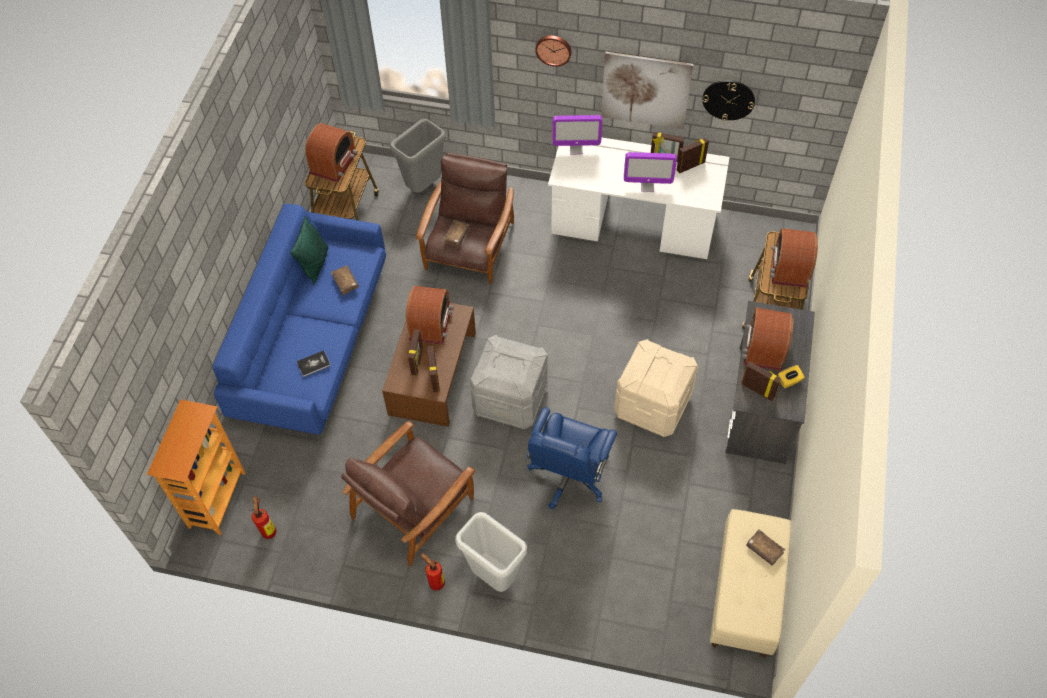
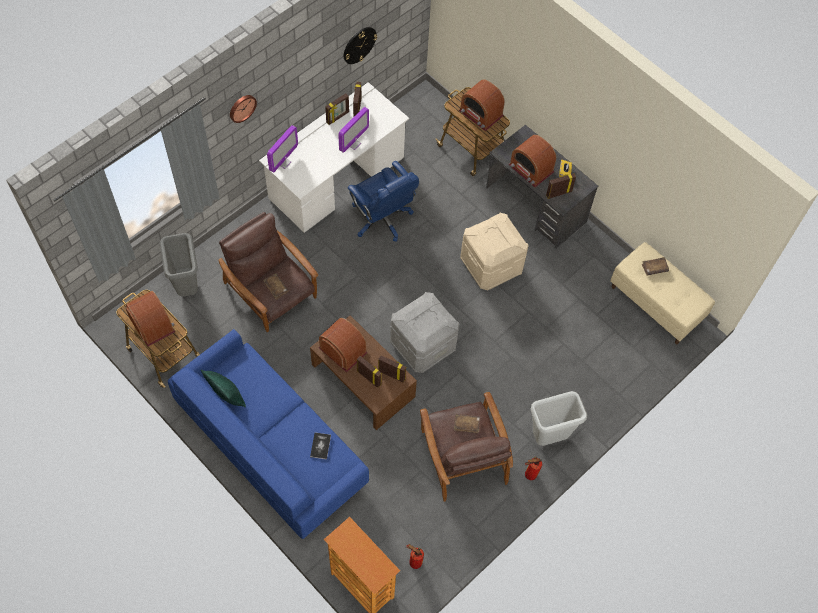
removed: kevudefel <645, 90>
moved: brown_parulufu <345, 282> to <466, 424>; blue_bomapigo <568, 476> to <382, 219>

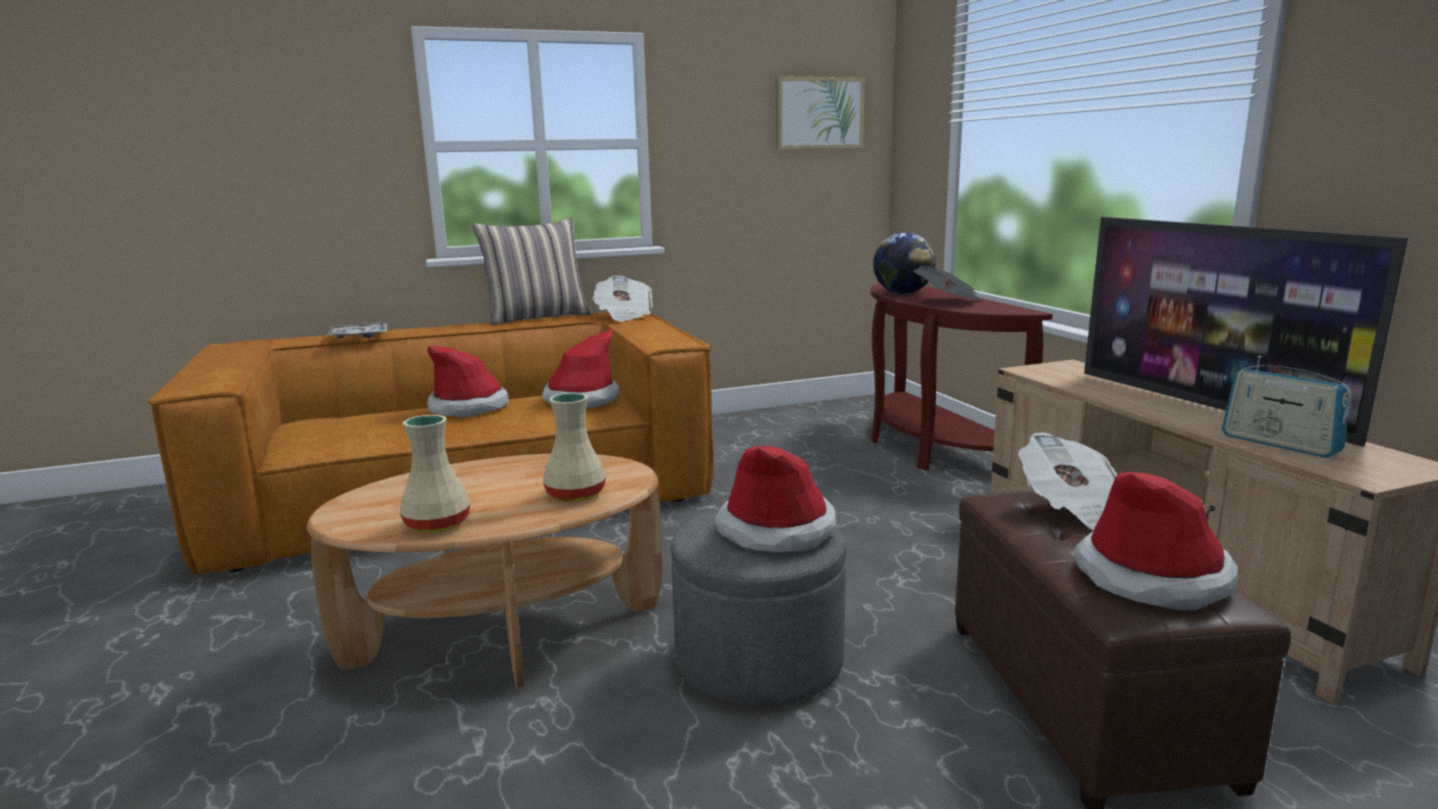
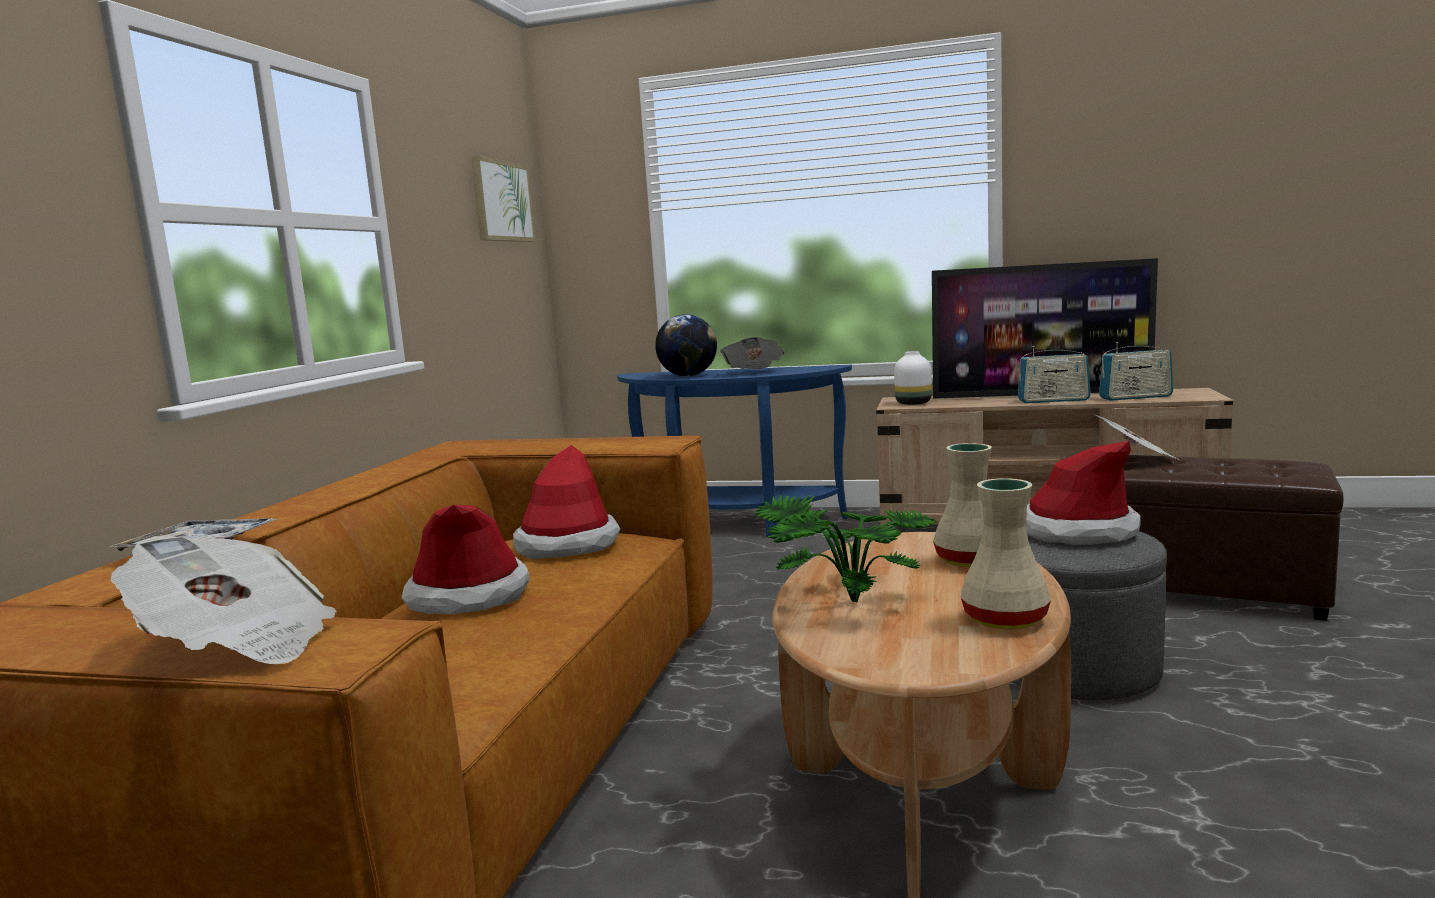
removed: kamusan <537, 317>; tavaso <1151, 577>
added: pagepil <843, 601>; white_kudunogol <913, 403>; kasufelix <1053, 400>
moved: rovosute <624, 316> to <238, 644>
recoloured: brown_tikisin <929, 449> to blue_tikisin <734, 525>

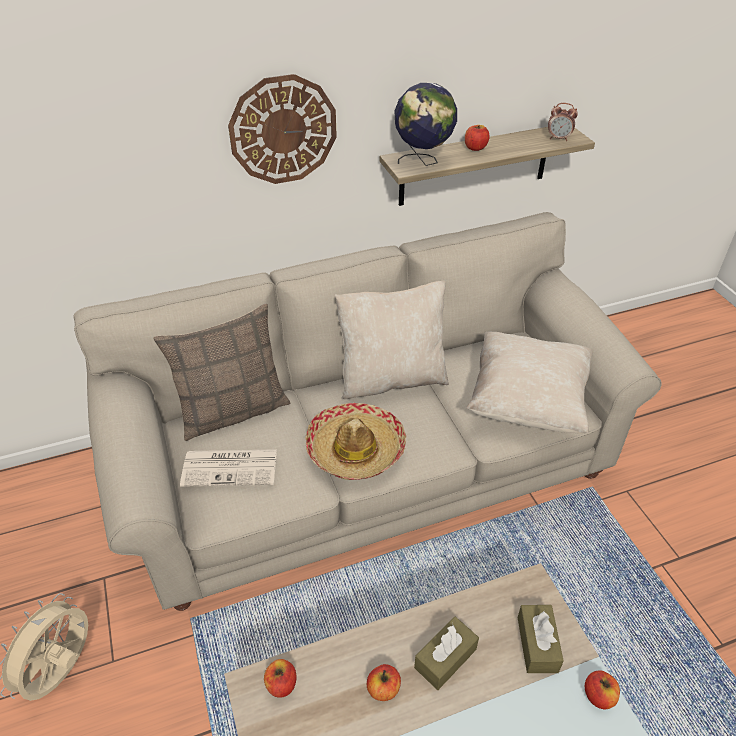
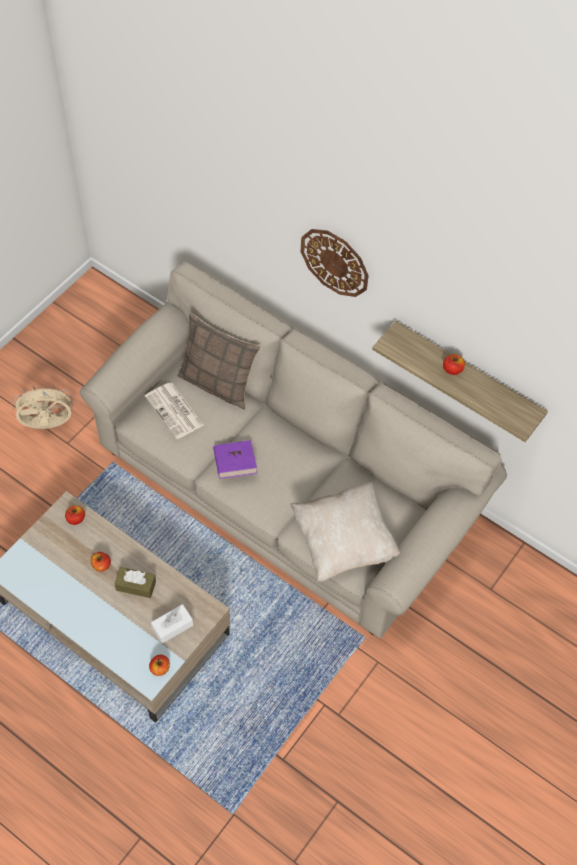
removed: beige_kamusan <391, 378>; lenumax <423, 161>; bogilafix <558, 138>
replaced: tavaso <355, 449> to purple_parulufu <235, 466>
recoloured: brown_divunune <537, 644> to white_divunune <172, 627>

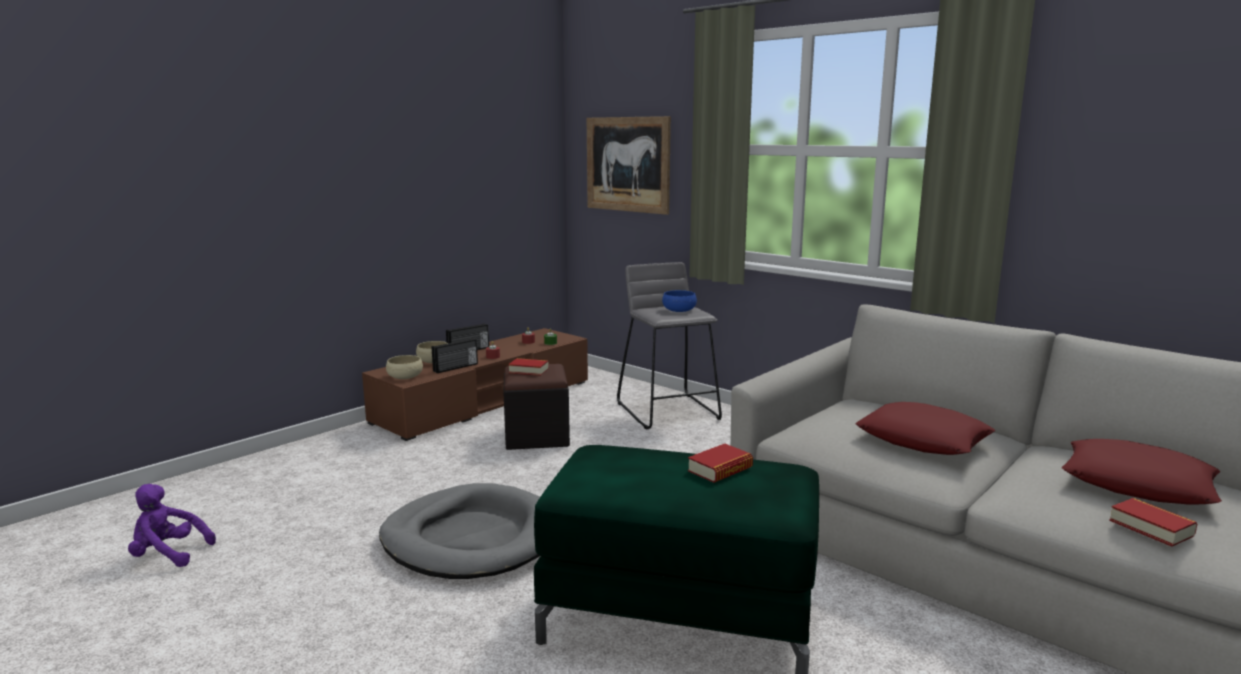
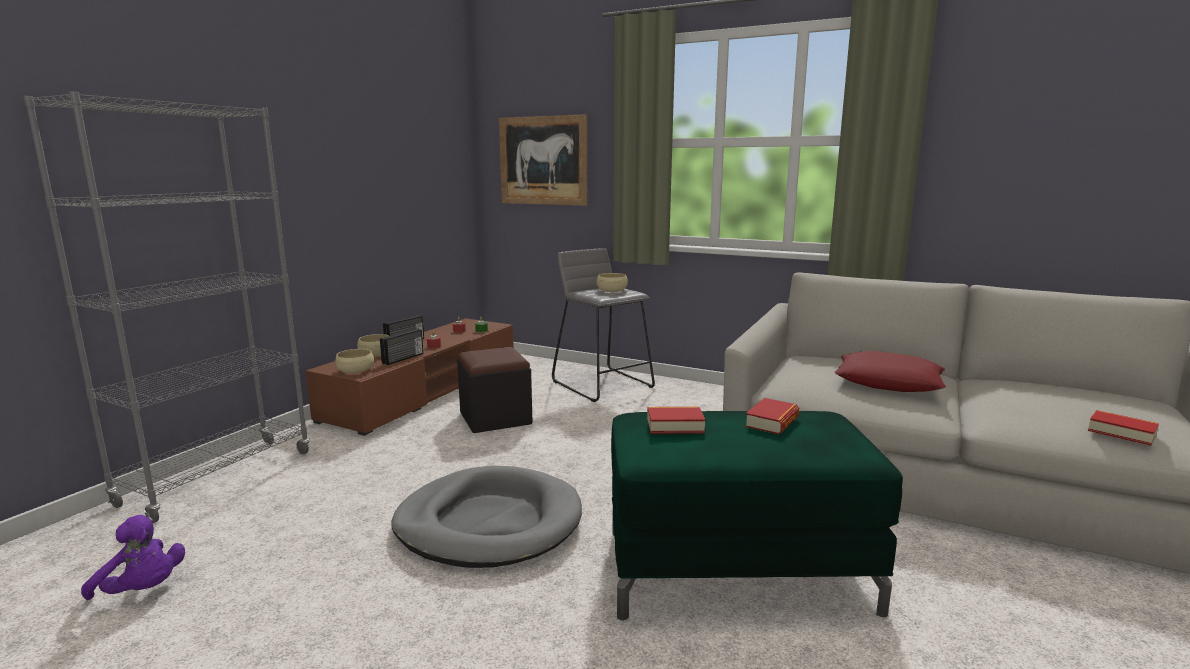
removed: red_kamusan <1137, 483>
added: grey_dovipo <218, 478>
moved: parulufu <529, 371> to <675, 426>
recoloured: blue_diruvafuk <679, 310> to beige_diruvafuk <612, 290>
turned: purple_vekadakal <168, 555> = <142, 591> 150 degrees counterclockwise

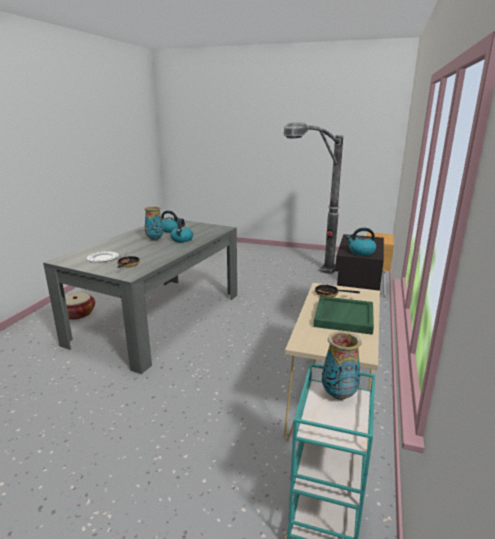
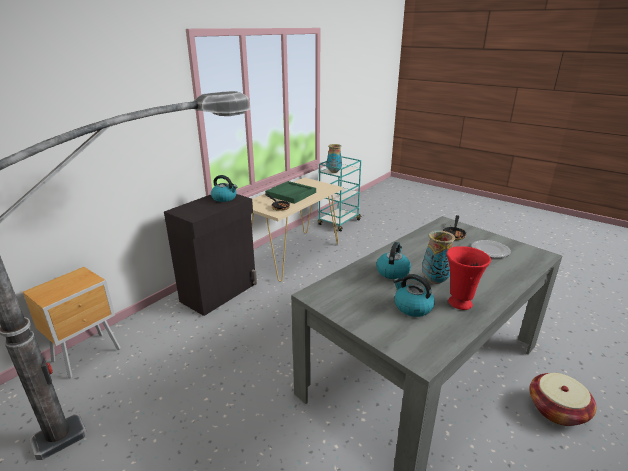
added: red_kudunogol <459, 303>

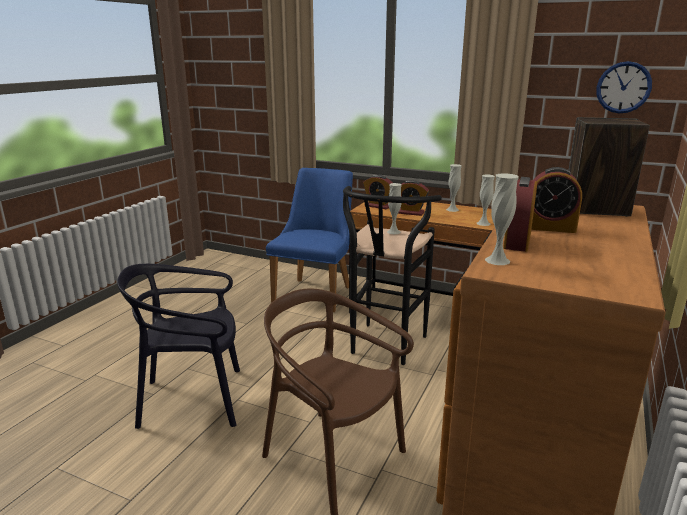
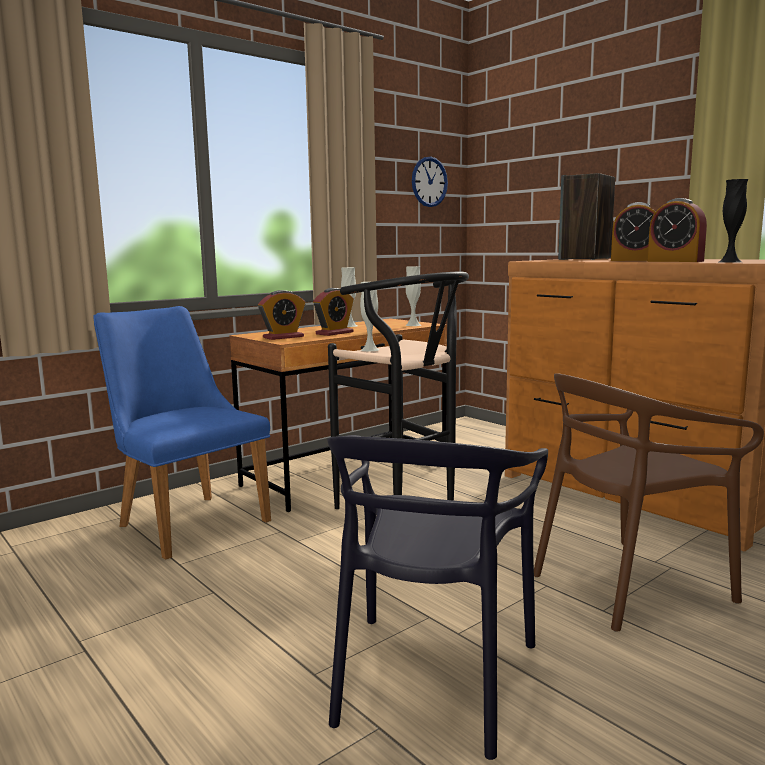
recoloured: white_kudunogol <497, 260> to black_kudunogol <730, 262>
turned: bogilafix <549, 228> = <635, 260> 75 degrees clockwise

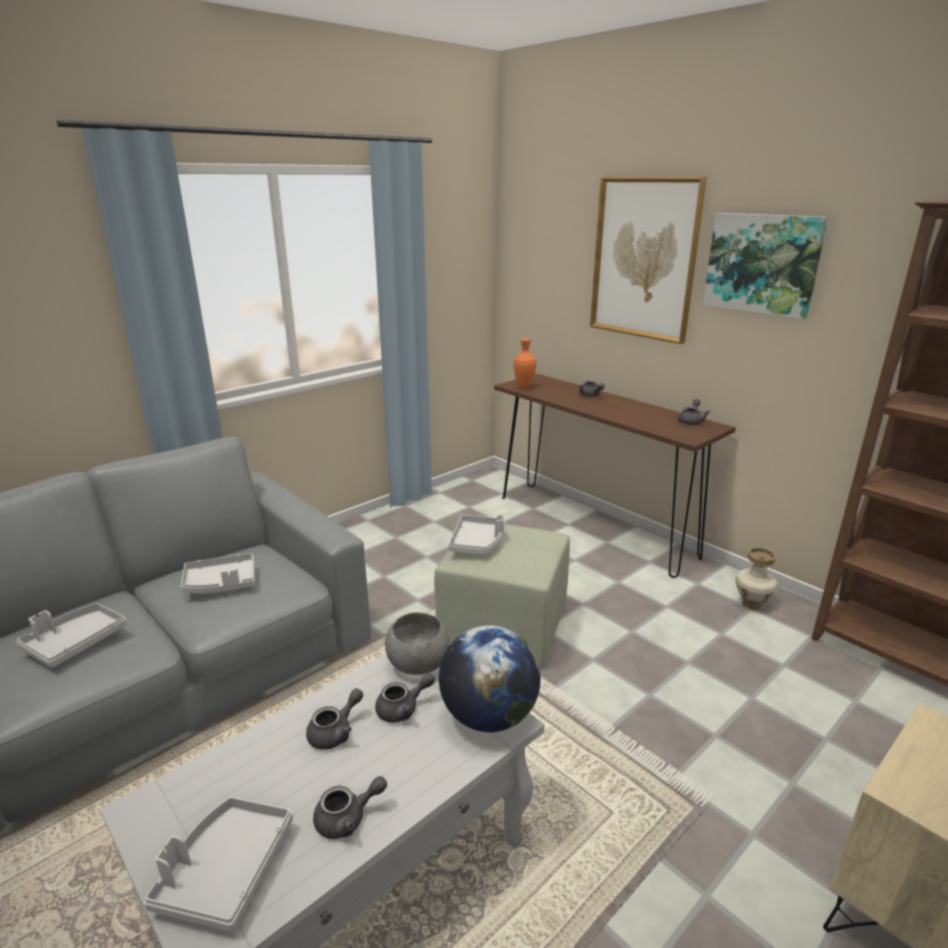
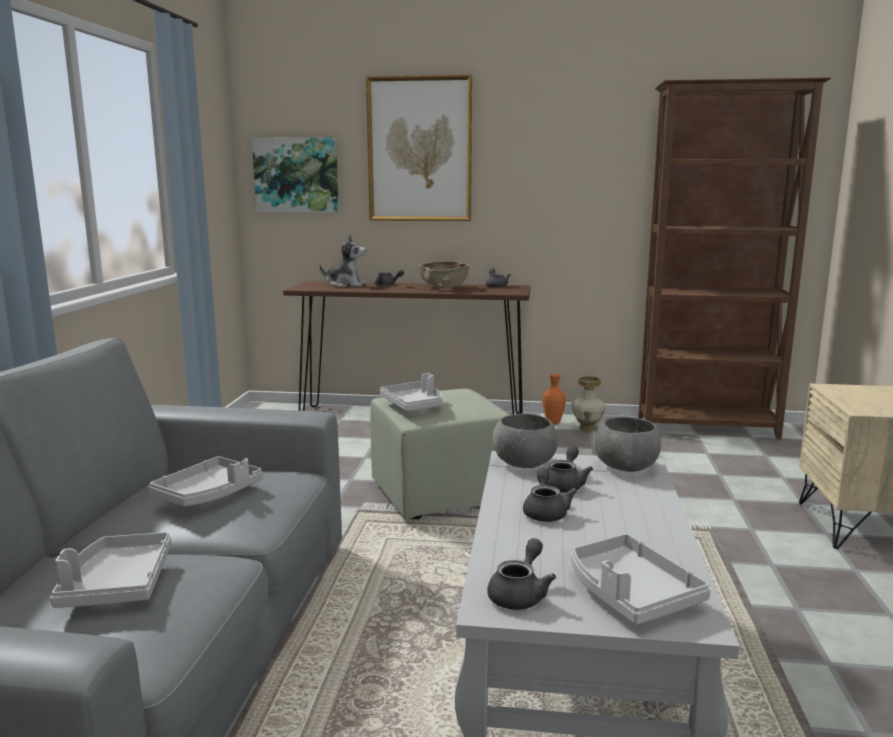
added: vekadakal <345, 285>; brown_diruvafuk <444, 287>
moved: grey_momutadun <348, 818> to <520, 594>; orange_kudunogol <524, 387> to <553, 423>; kevudefel <762, 264> to <296, 175>
replaced: lenumax <489, 716> to grey_diruvafuk <625, 467>

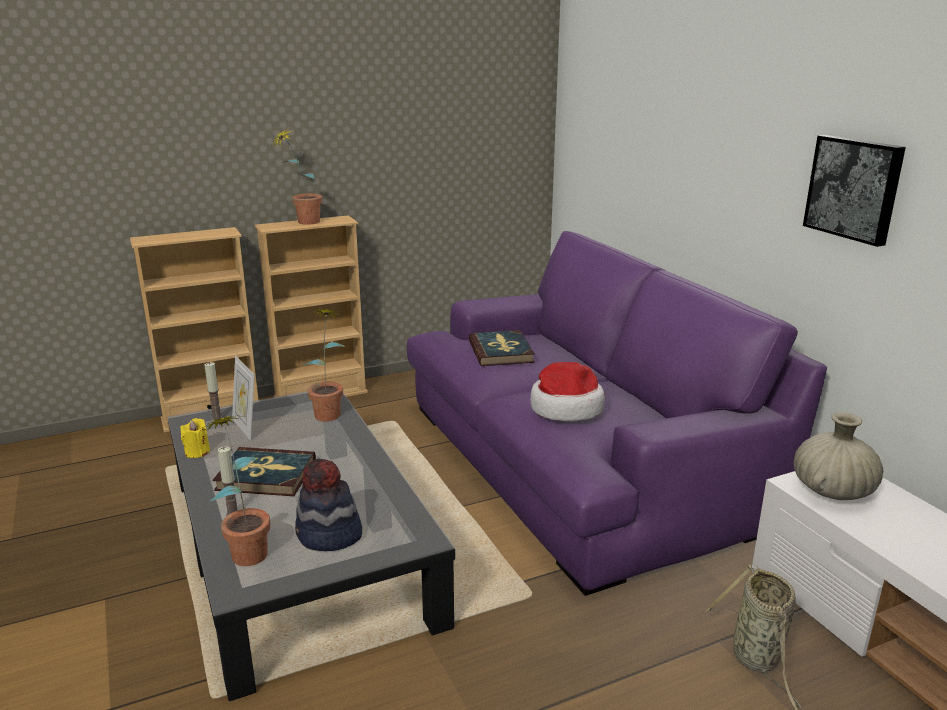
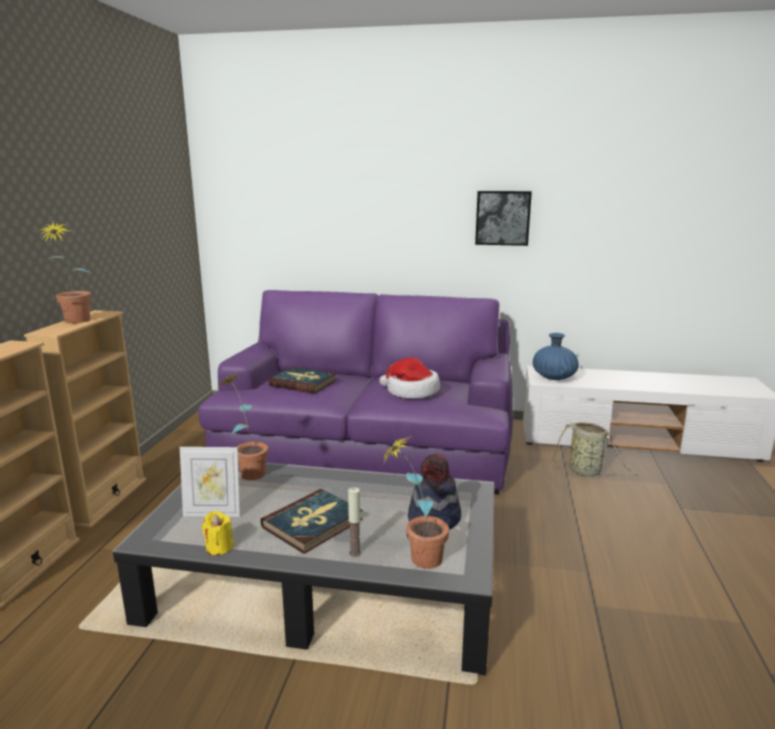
removed: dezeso <217, 418>
recoloured: beige_kudunogol <831, 491> to blue_kudunogol <554, 378>

